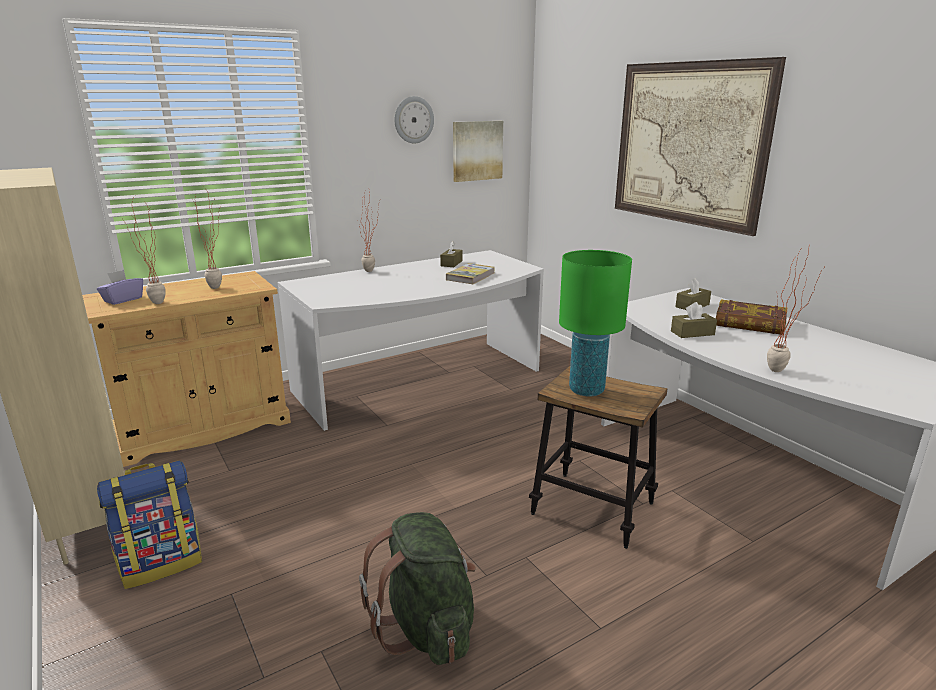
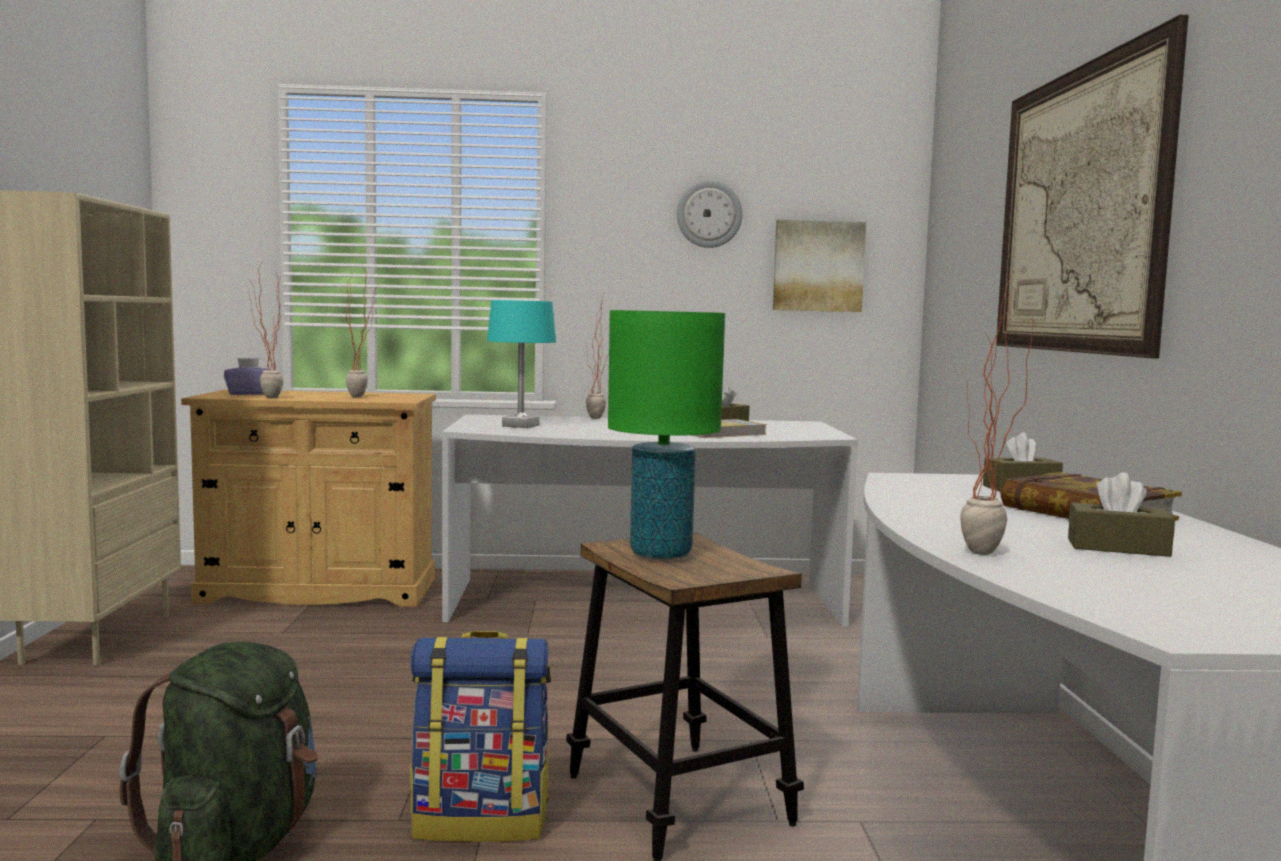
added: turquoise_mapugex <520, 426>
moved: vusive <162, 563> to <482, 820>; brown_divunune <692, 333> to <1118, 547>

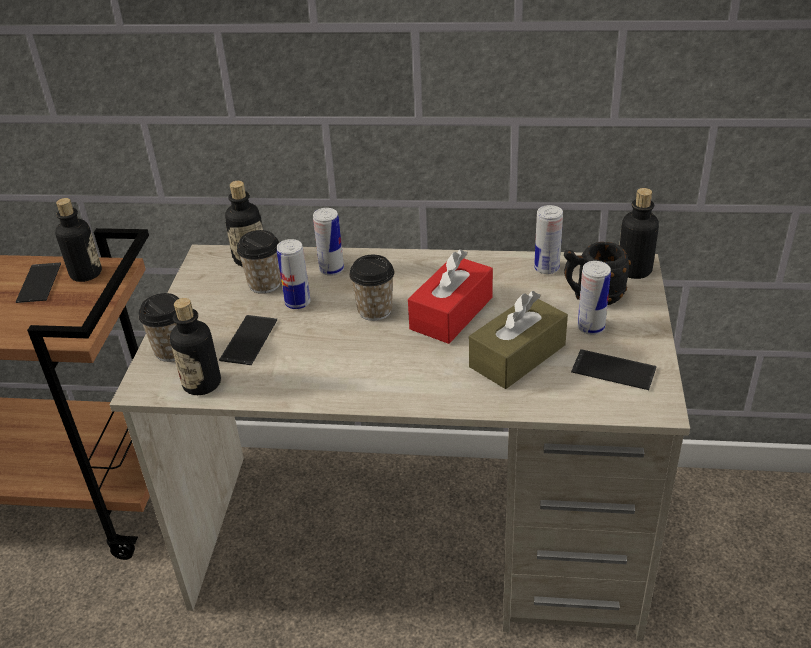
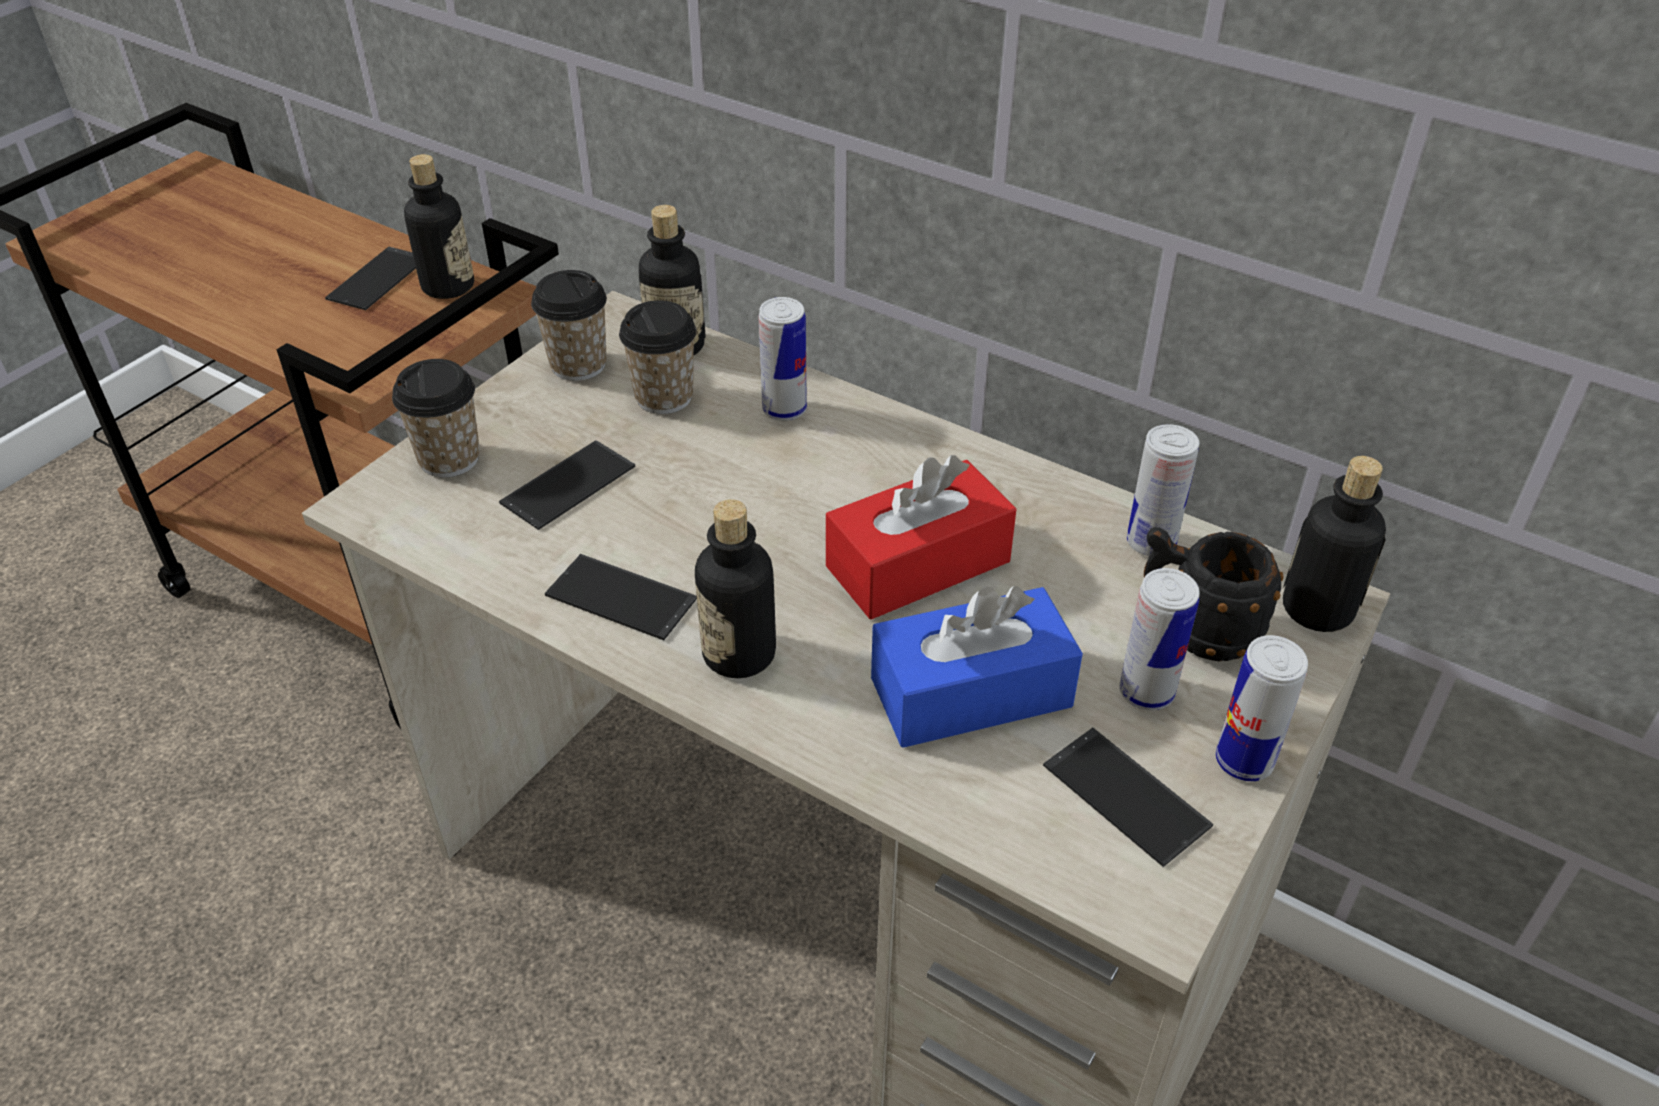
added: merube <621, 597>
moved: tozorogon <202, 383> to <739, 654>; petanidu <297, 303> to <1244, 761>; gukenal <375, 311> to <578, 365>
recoloured: brown_divunune <517, 356> to blue_divunune <971, 692>

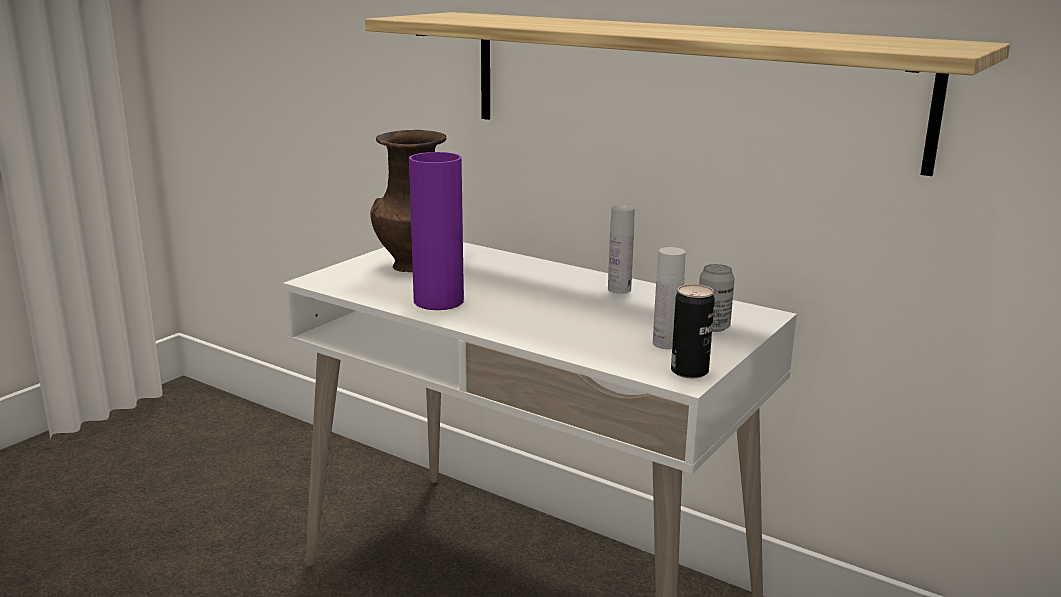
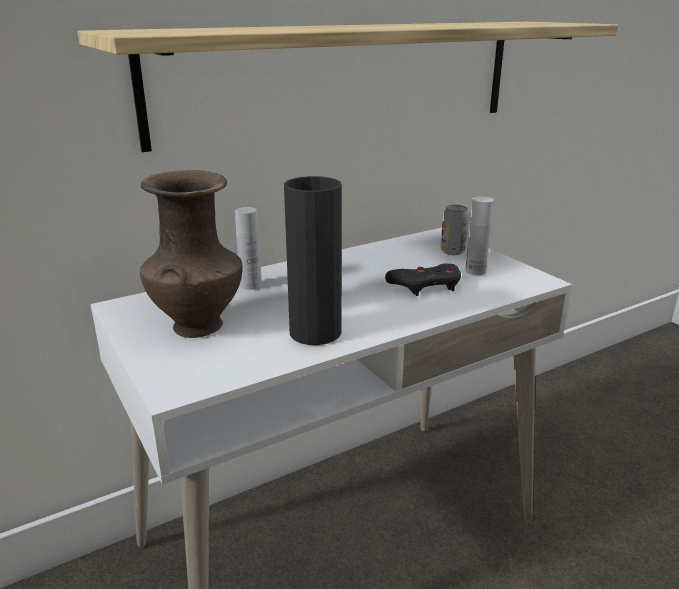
removed: petanidu <689, 371>
added: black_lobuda <426, 285>
moved: white_tozorogon <619, 289> to <251, 285>
recoloured: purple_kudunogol <438, 301> to black_kudunogol <315, 332>

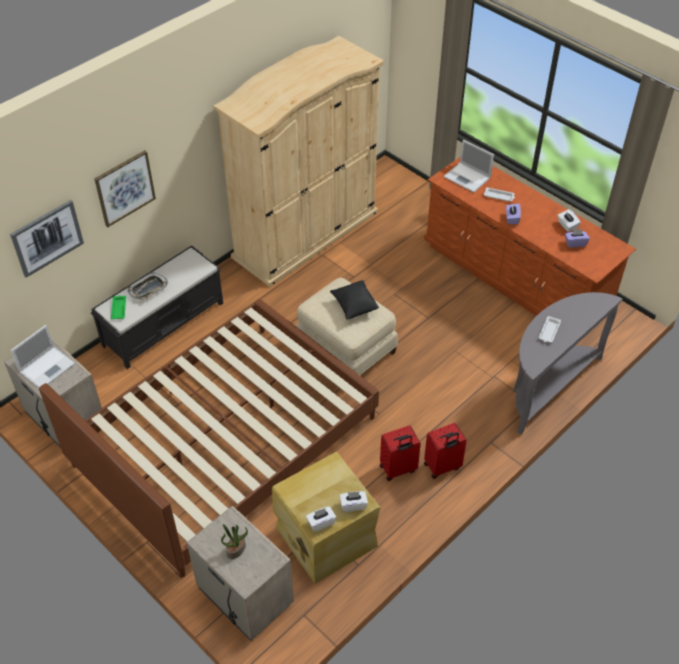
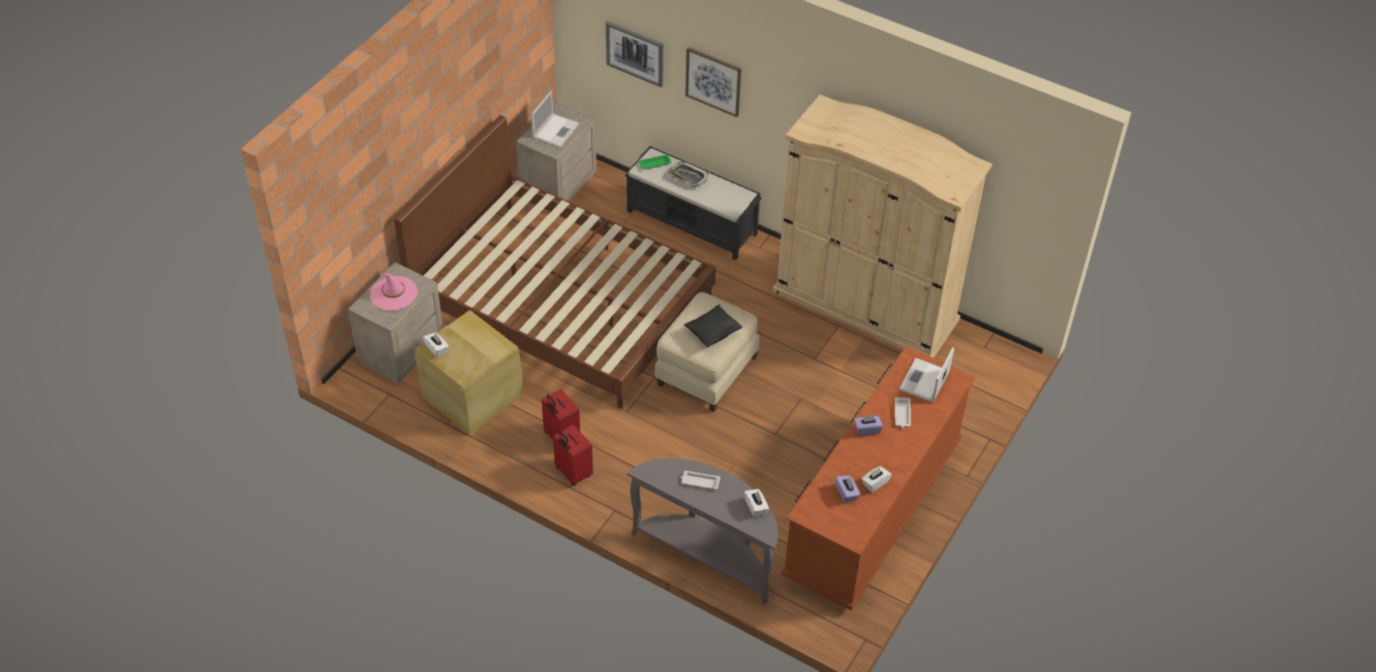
moved: white_divunune <353, 505> to <755, 507>
replaced: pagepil <236, 549> to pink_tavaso <393, 293>
turned: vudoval <48, 367> = <556, 130> 90 degrees counterclockwise

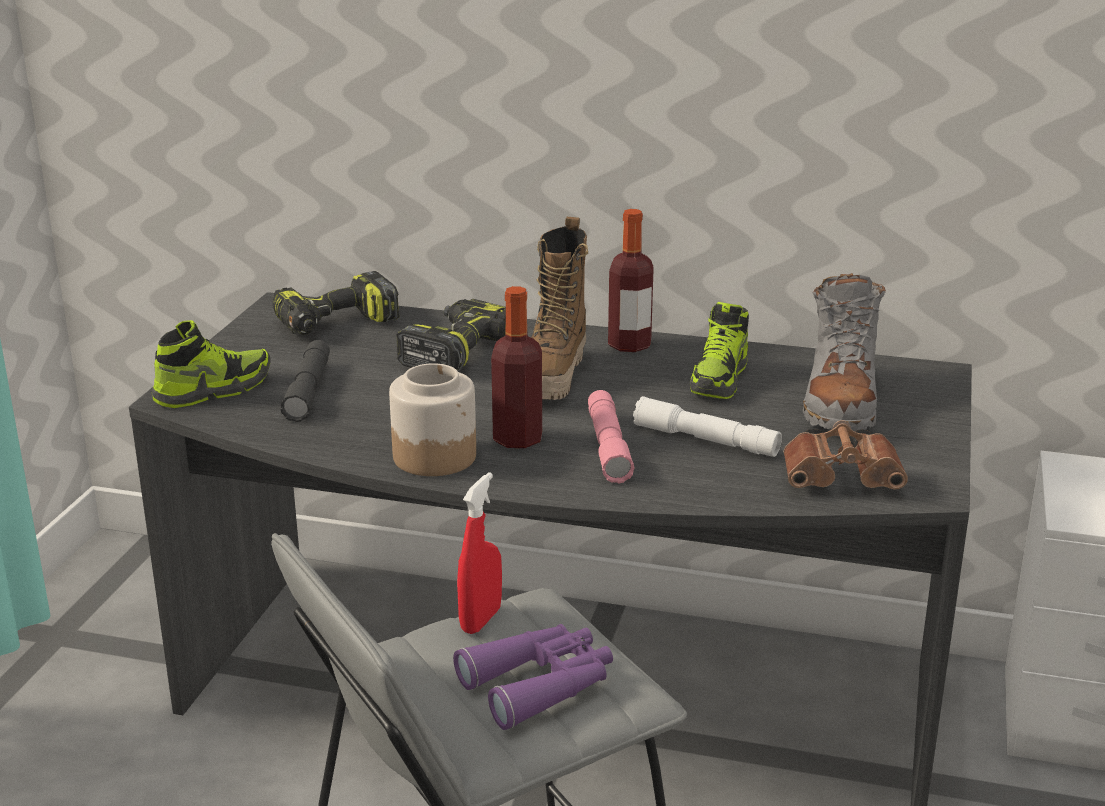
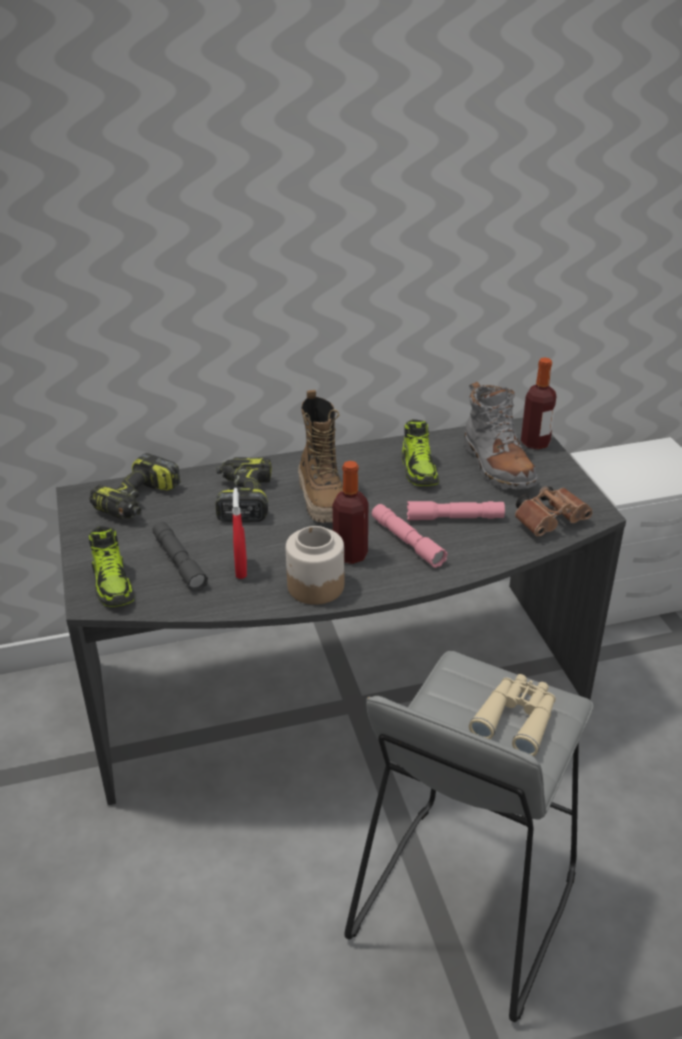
moved: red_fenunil <481, 620> to <241, 569>; tozorogon <629, 345> to <535, 443>
recoloured: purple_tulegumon <540, 685> to beige_tulegumon <516, 719>; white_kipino <706, 440> to pink_kipino <455, 518>
turned: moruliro <213, 390> = <113, 584> 135 degrees clockwise

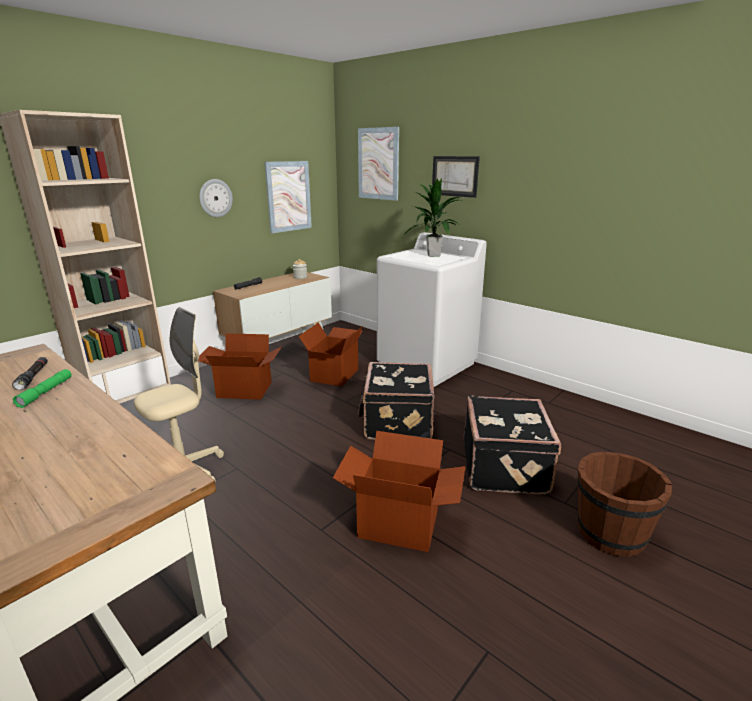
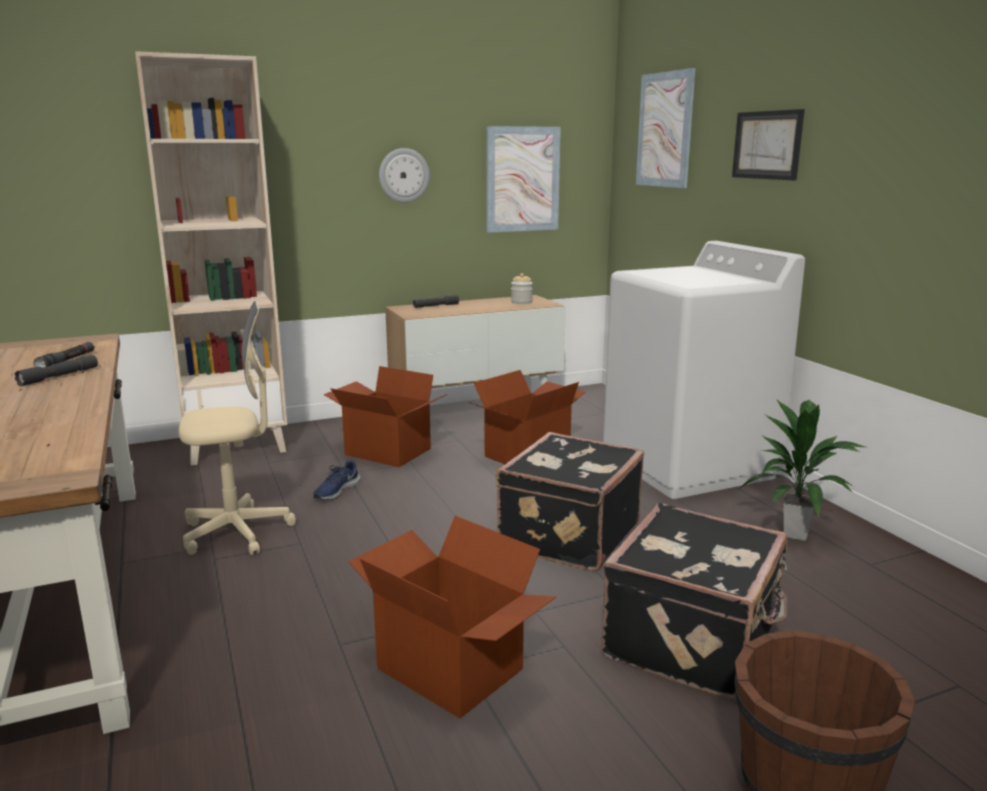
added: blue_moruliro <336, 491>
moved: pagepil <434, 255> to <796, 533>
recoloured: green_kipino <46, 392> to grey_kipino <59, 377>

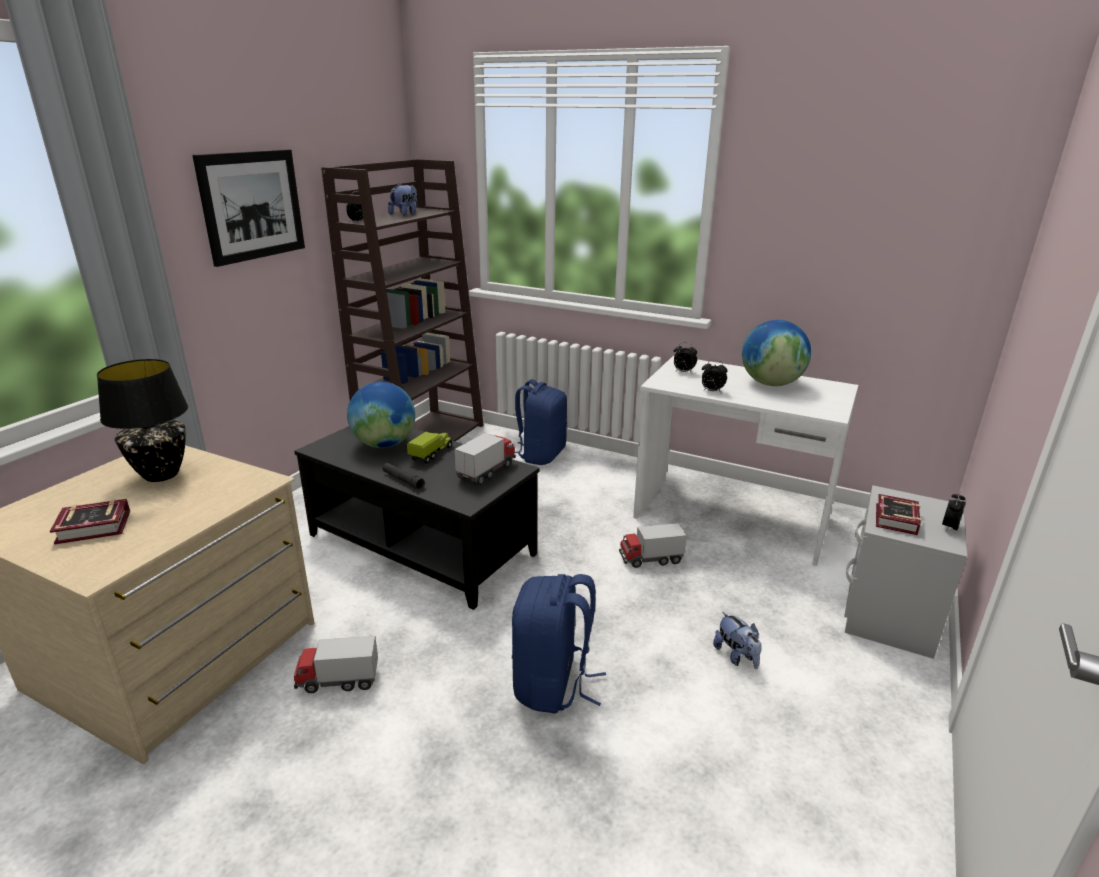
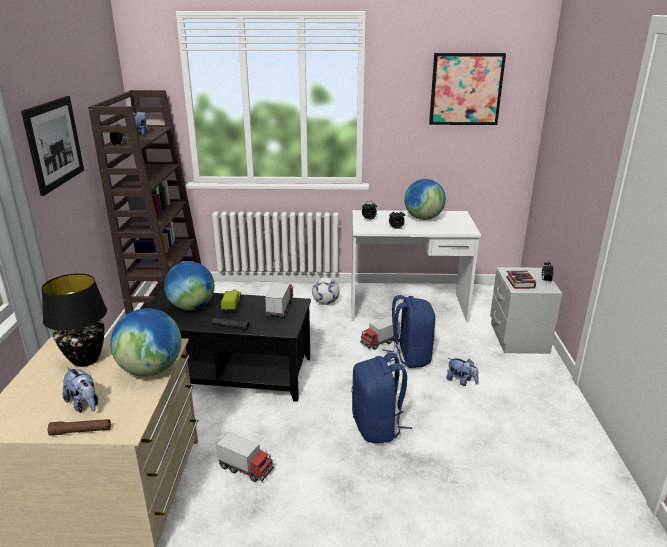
added: brown_kipino <81, 431>; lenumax <151, 369>; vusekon <325, 303>; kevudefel <465, 89>
moved: blue_vusive <540, 454> to <410, 356>
replaced: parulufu <96, 527> to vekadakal <84, 404>
turned: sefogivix <338, 680> = <246, 469> 120 degrees counterclockwise

